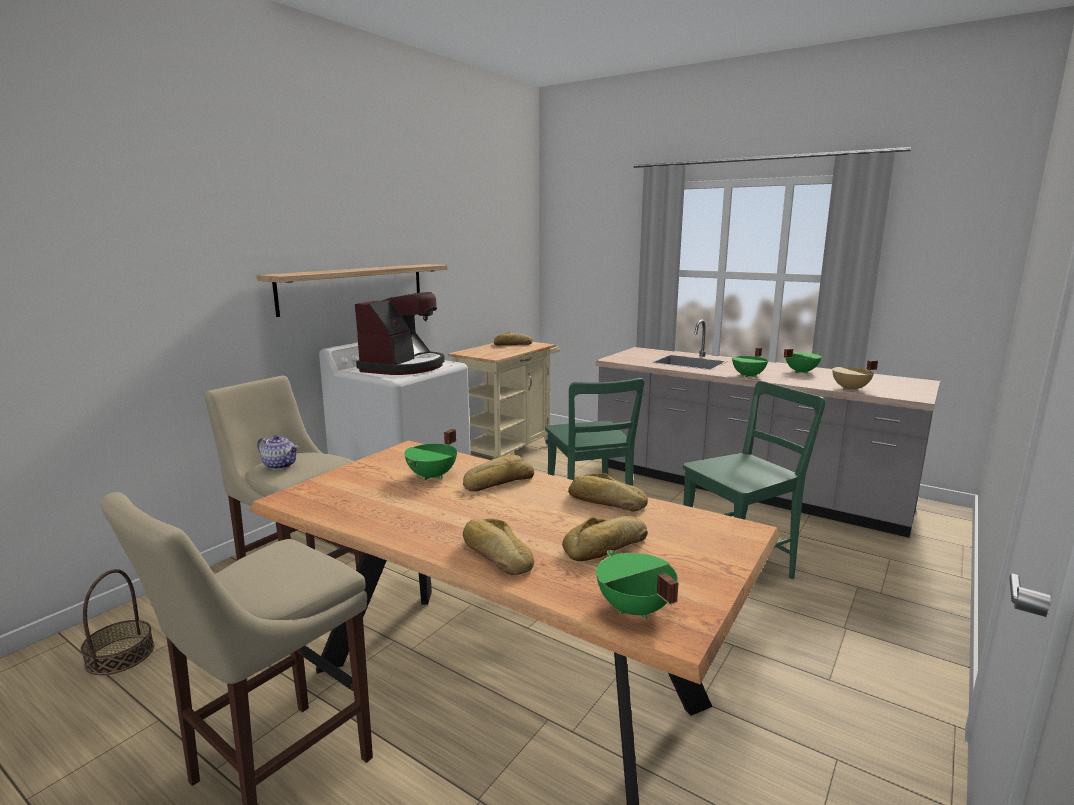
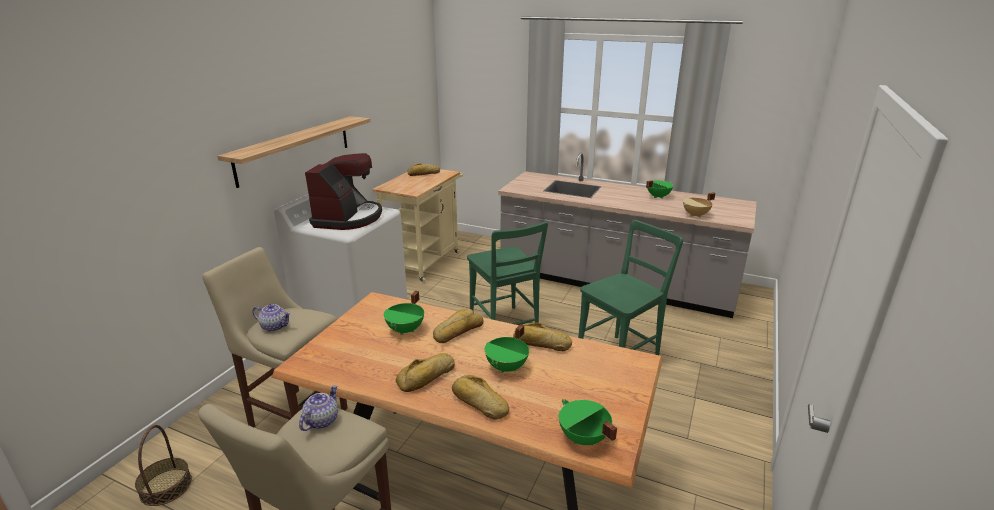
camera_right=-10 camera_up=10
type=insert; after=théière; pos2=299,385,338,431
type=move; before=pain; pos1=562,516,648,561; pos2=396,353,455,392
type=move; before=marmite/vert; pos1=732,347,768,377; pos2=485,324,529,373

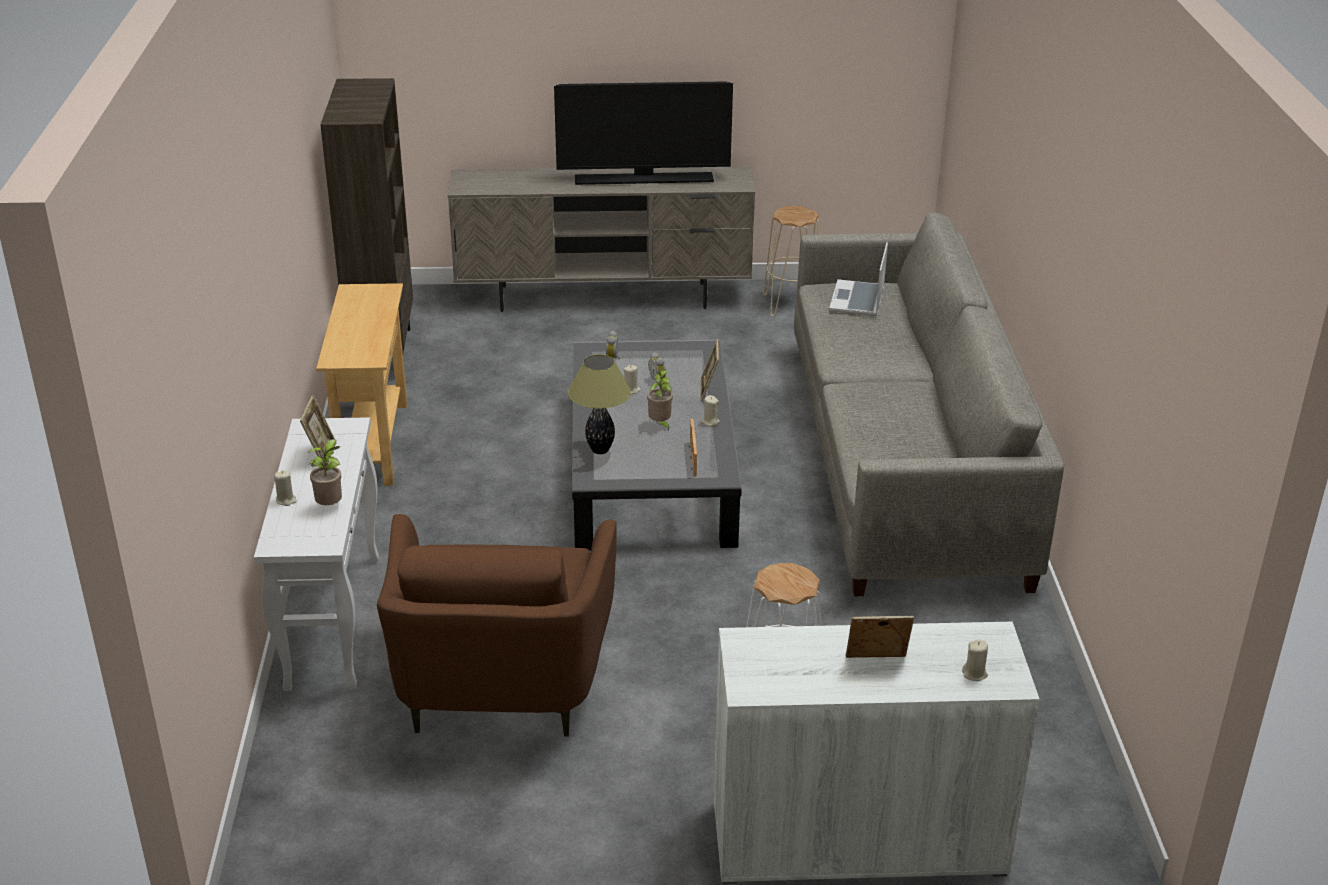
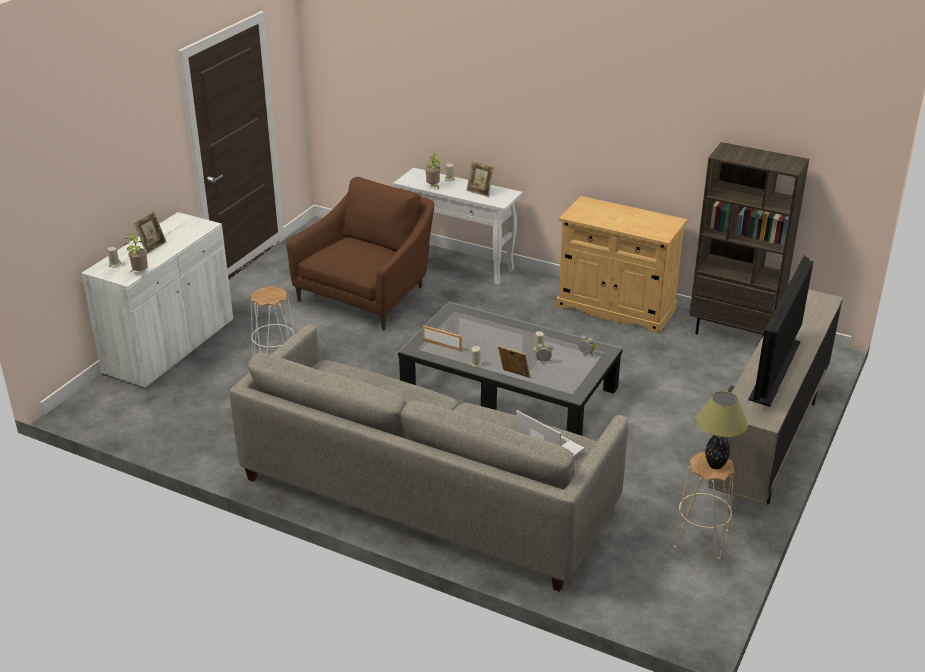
camera_right=120 camera_up=0
type=move; before=plante en pot; pos1=647,370,673,431; pos2=125,234,148,272
type=rotate; before=fauteuil/marron; pos1=377,514,617,737; pos2=286,177,434,331; turn=90
type=replace; before=table console/beige; after=meuble de rangement/beige; pos1=316,283,407,486; pos2=556,196,687,333
type=move; before=lampe de table; pos1=568,354,631,454; pos2=696,391,748,469

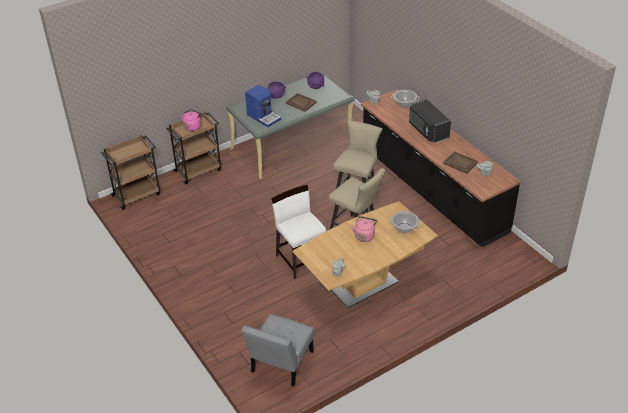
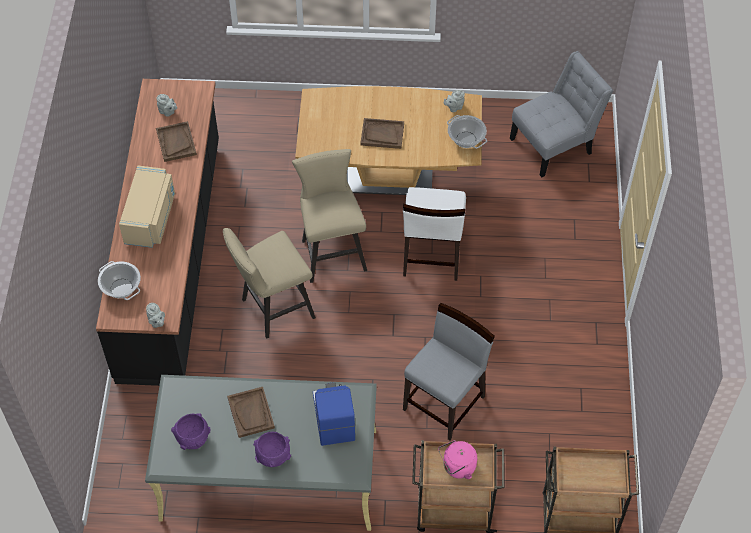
camera_right=-145 camera_up=15
type=recolor; before=micro-ondes/noir; after=micro-ondes/beige; pos1=409,99,451,143; pos2=119,166,175,248
type=replace; before=bouilloire/rose; after=plateau/marron; pos1=351,216,377,242; pos2=360,118,404,149
type=insert; after=chaise/gris; pos2=403,303,495,440
type=move; before=marmite; pos1=389,211,422,233; pos2=447,115,487,149

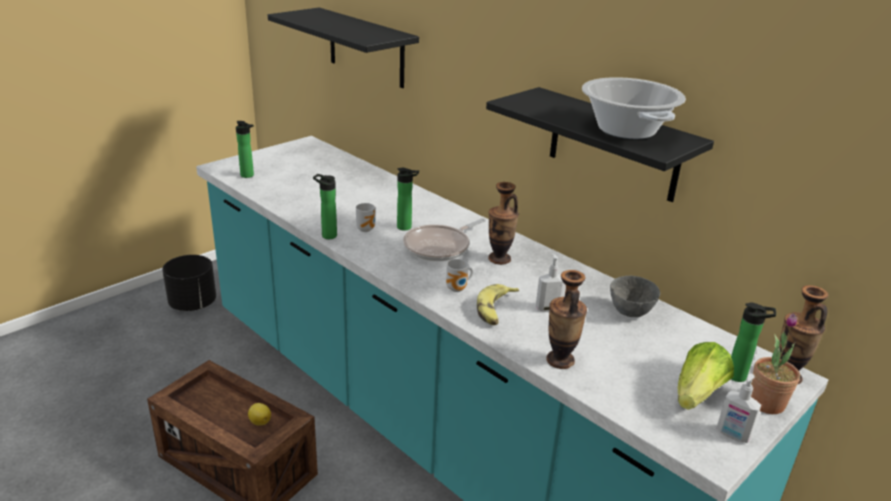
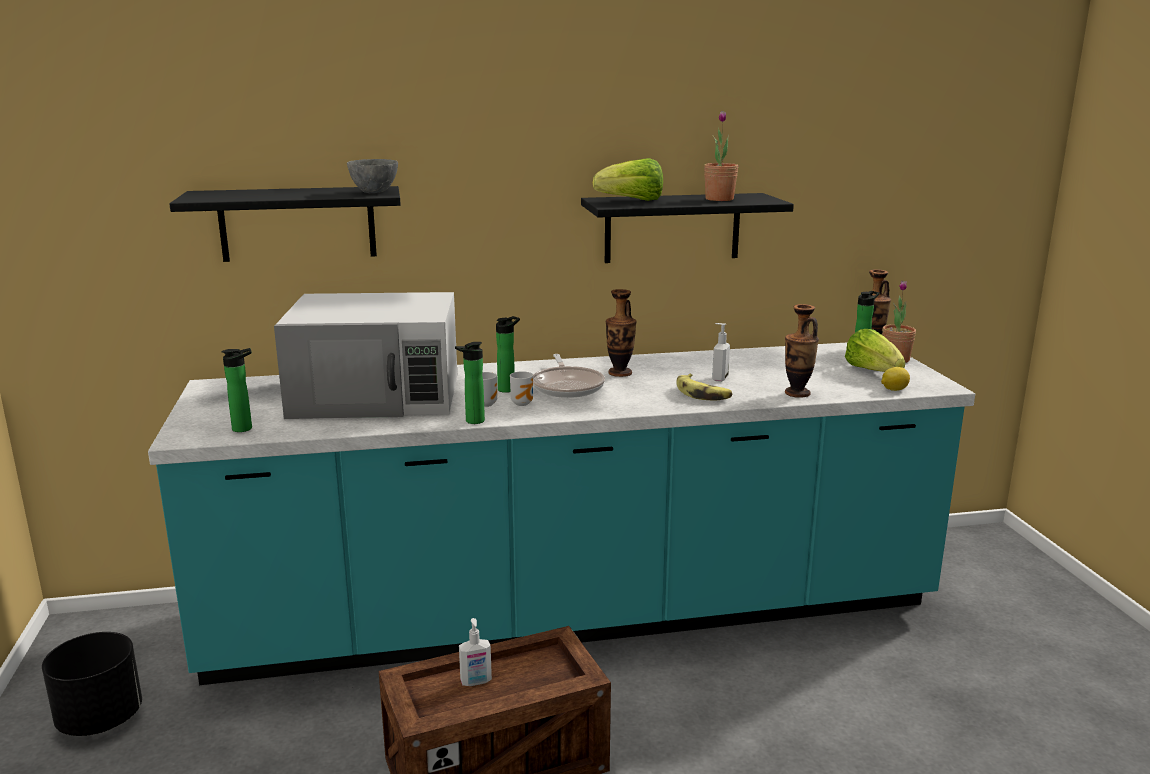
camera_right=-55 camera_up=-10
type=insert; after=micro-ondes/blanc; pos2=274,292,457,419
type=move; before=bol/gris; pos1=610,276,660,317; pos2=347,159,398,193
type=move; before=distributeur de savon; pos1=716,373,761,443; pos2=459,618,492,686
type=move; before=mug; pos1=446,259,473,292; pos2=510,371,533,406
type=insert; after=laitue; pos2=593,158,663,201
type=replace; before=marmite; after=plante en pot; pos1=582,77,686,139; pos2=704,111,738,201
type=move; before=citron; pos1=248,403,271,425; pos2=881,367,910,391

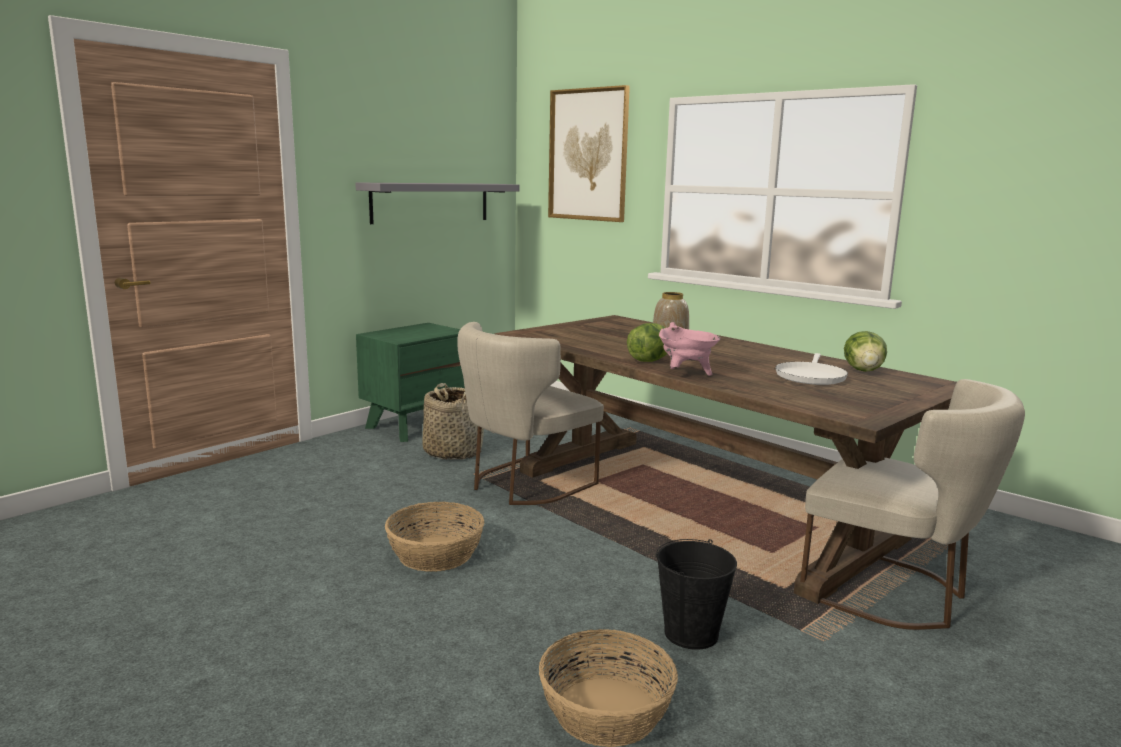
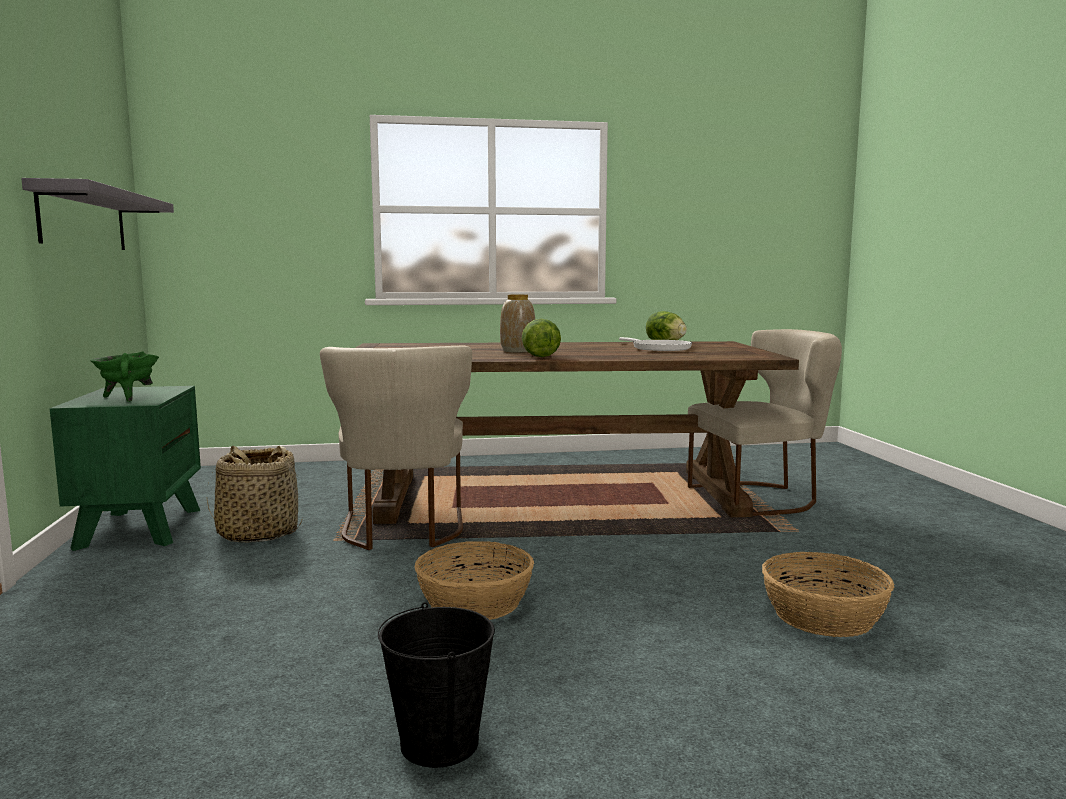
camera_right=-50 camera_up=-5
type=insert; after=marmite/vert; pos2=91,352,159,402
type=move; before=seau/noir; pos1=656,539,737,650; pos2=378,602,495,768
type=delete; before=tableau; pos1=548,85,630,222
type=delete; before=marmite/rose; pos1=659,322,720,376

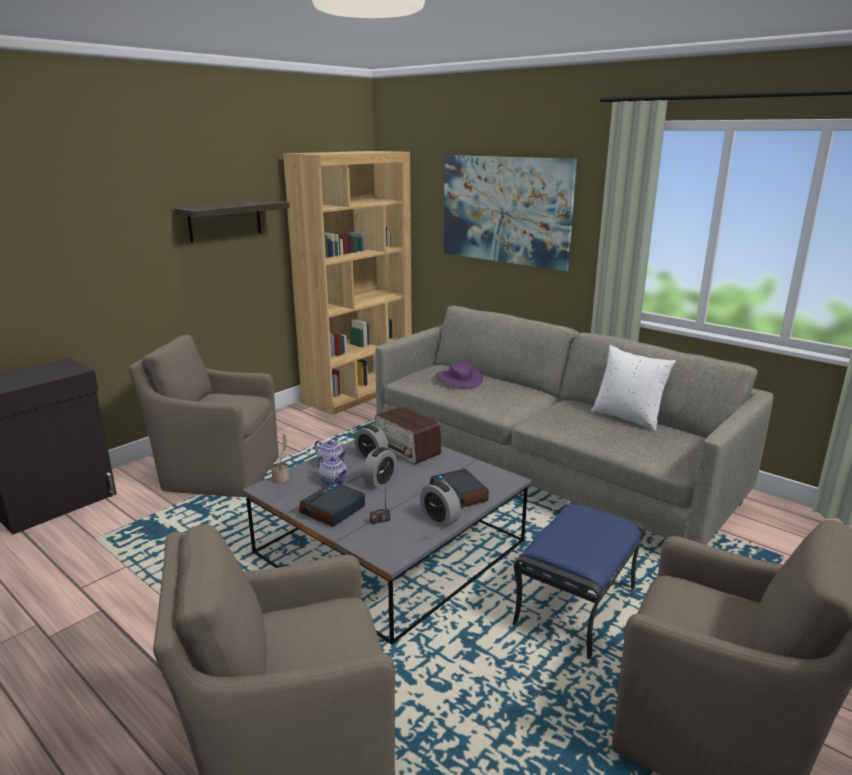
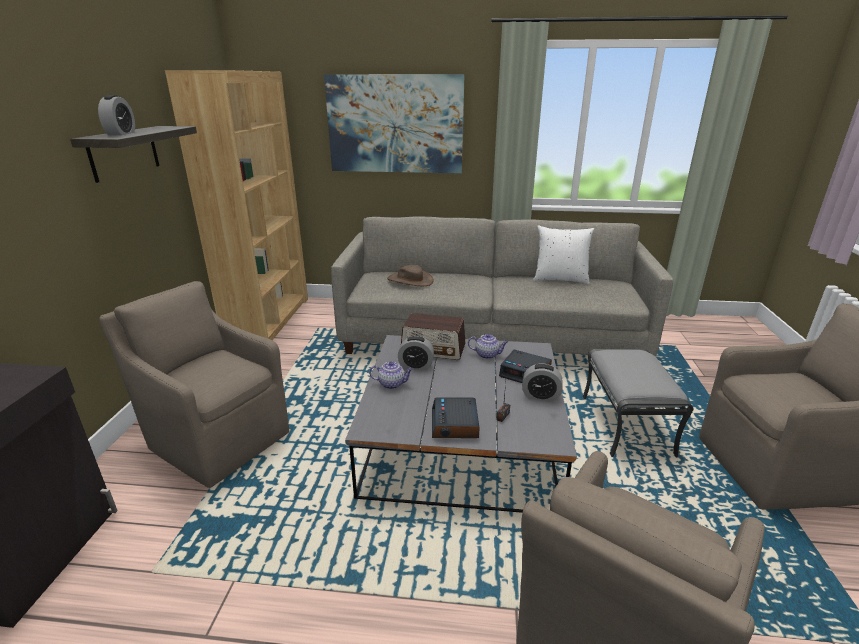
camera_right=-35 camera_up=5
type=move; before=réveil; pos1=362,447,397,489; pos2=98,95,135,135
type=rotate; before=fauteuil/marron; pos1=128,335,279,497; pos2=99,281,289,488; turn=60
type=recolor; before=chapeau/violet; after=chapeau/marron; pos1=436,363,483,389; pos2=387,265,433,286
type=move; before=théière; pos1=319,455,347,485; pos2=468,334,508,359
type=recolor; before=pouf/bleu; after=pouf/gris; pos1=512,502,646,659; pos2=583,349,693,457
type=delete; before=plante en pot; pos1=271,434,289,483

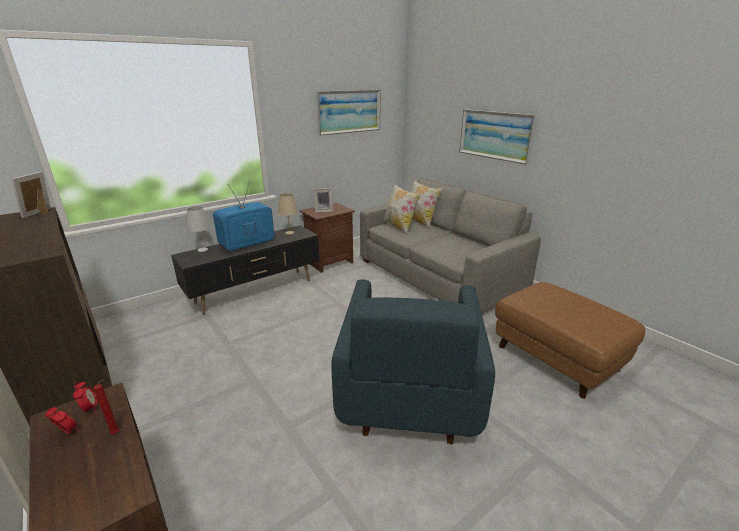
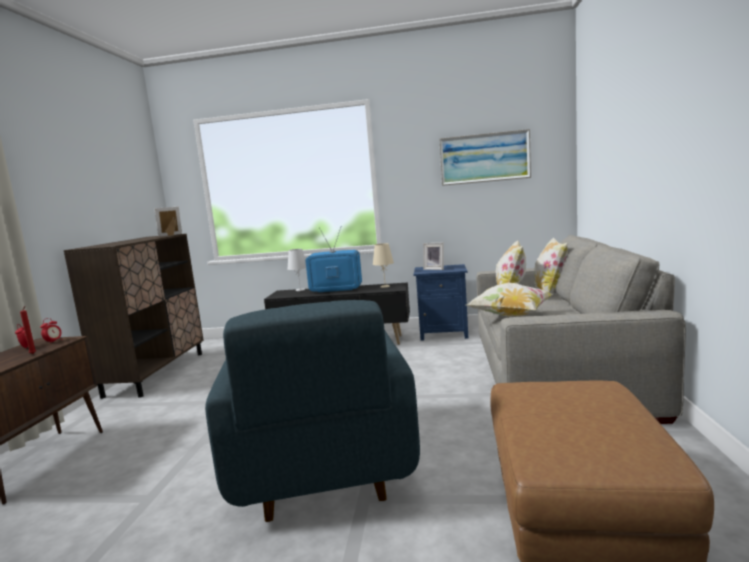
camera_right=45 camera_up=-15
type=rotate; before=fauteuil/bleu; pos1=331,279,495,444; pos2=205,300,420,522; turn=-60
type=recolor; before=table de chevet/marron; after=table de chevet/bleu; pos1=299,203,355,273; pos2=414,264,468,341
type=insert; after=coussin; pos2=467,283,553,317
type=delete; before=tableau; pos1=459,109,537,165

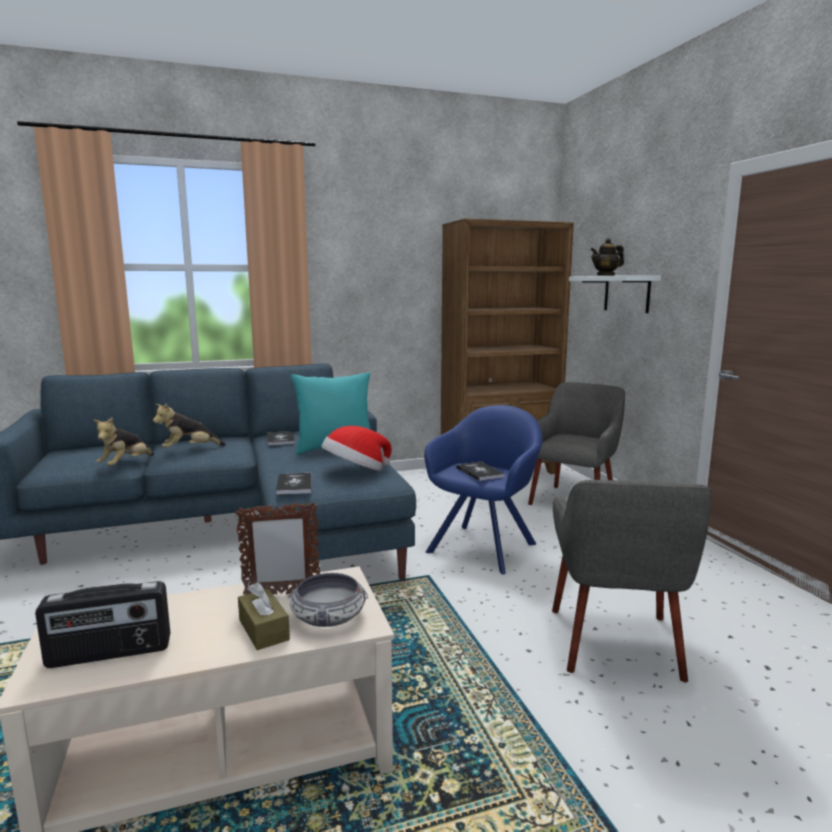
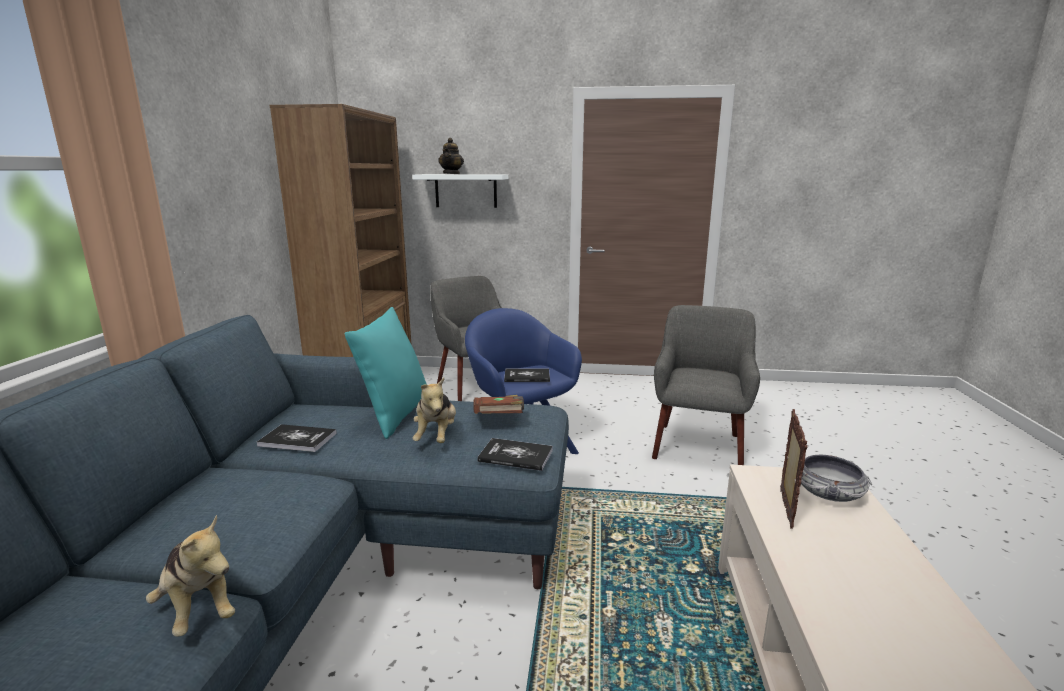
camera_right=-65 camera_up=5
type=move; before=peluche; pos1=153,403,226,448; pos2=413,378,456,443
type=replace; before=chapeau; after=livre/marron; pos1=322,426,391,471; pos2=473,395,524,414
type=rotate; before=fauteuil/gris; pos1=552,480,712,682; pos2=652,305,760,465; turn=-105
type=delete; before=radio; pos1=35,581,170,668
type=delete; before=boîte à mouchoirs/marron; pos1=238,582,290,650

